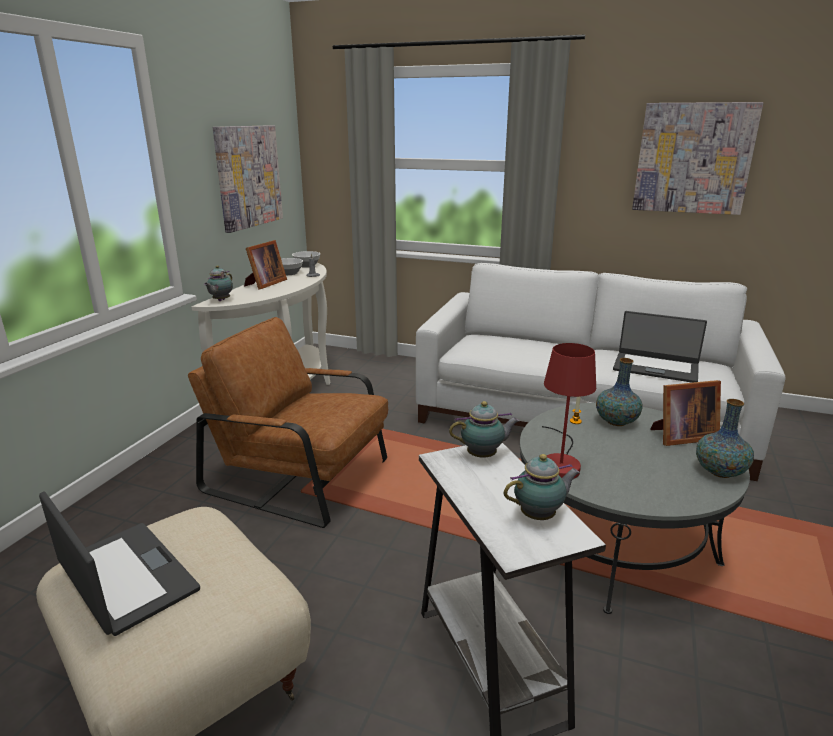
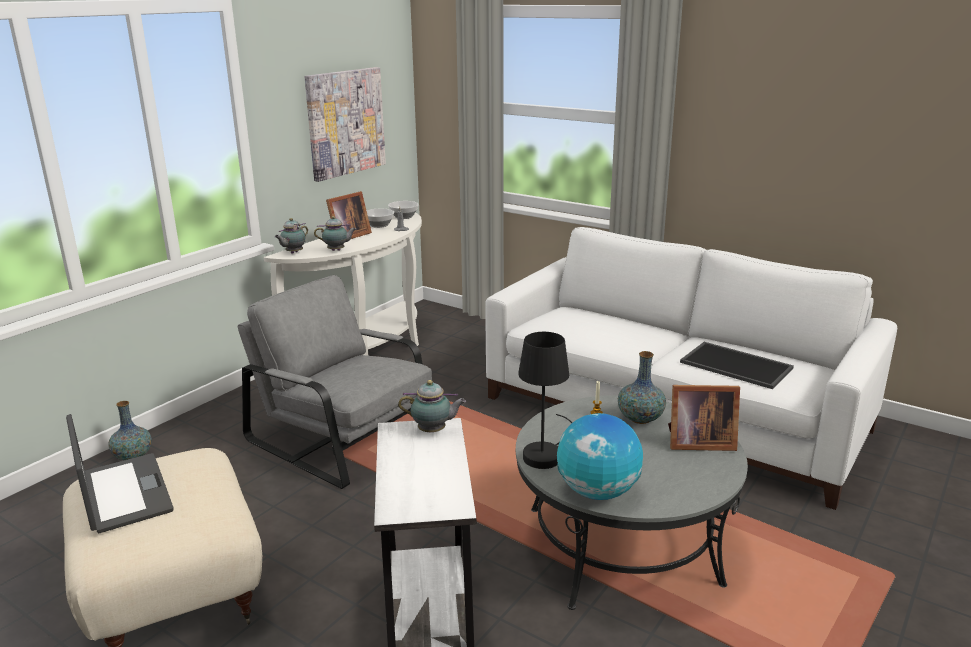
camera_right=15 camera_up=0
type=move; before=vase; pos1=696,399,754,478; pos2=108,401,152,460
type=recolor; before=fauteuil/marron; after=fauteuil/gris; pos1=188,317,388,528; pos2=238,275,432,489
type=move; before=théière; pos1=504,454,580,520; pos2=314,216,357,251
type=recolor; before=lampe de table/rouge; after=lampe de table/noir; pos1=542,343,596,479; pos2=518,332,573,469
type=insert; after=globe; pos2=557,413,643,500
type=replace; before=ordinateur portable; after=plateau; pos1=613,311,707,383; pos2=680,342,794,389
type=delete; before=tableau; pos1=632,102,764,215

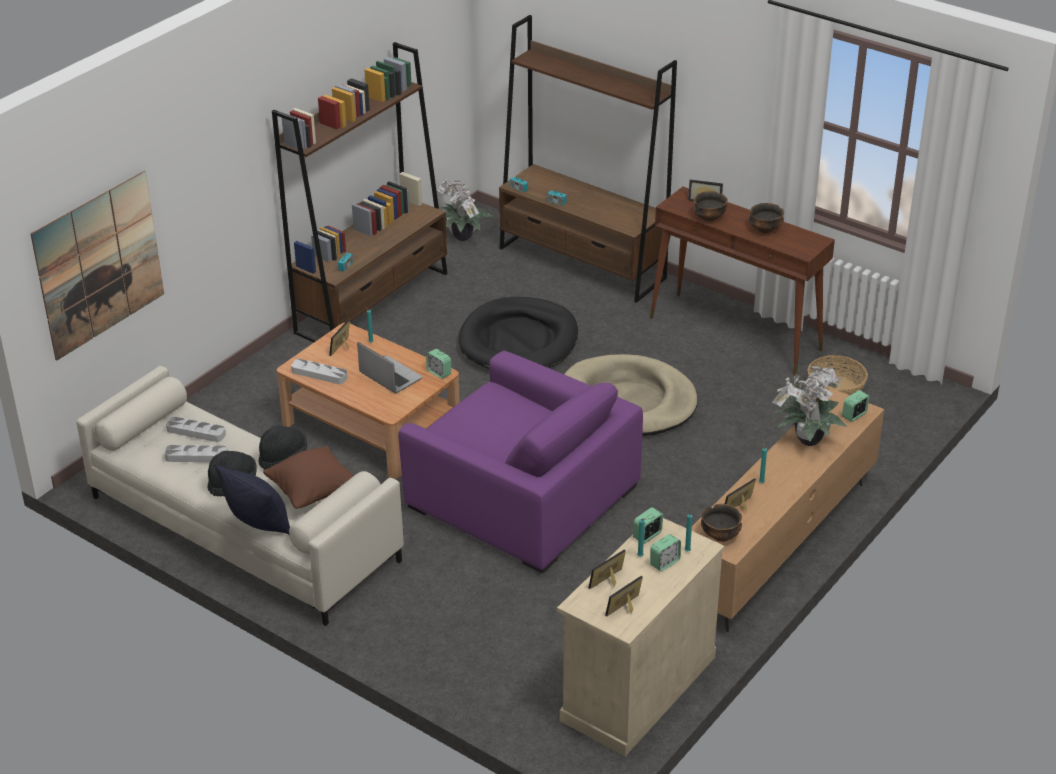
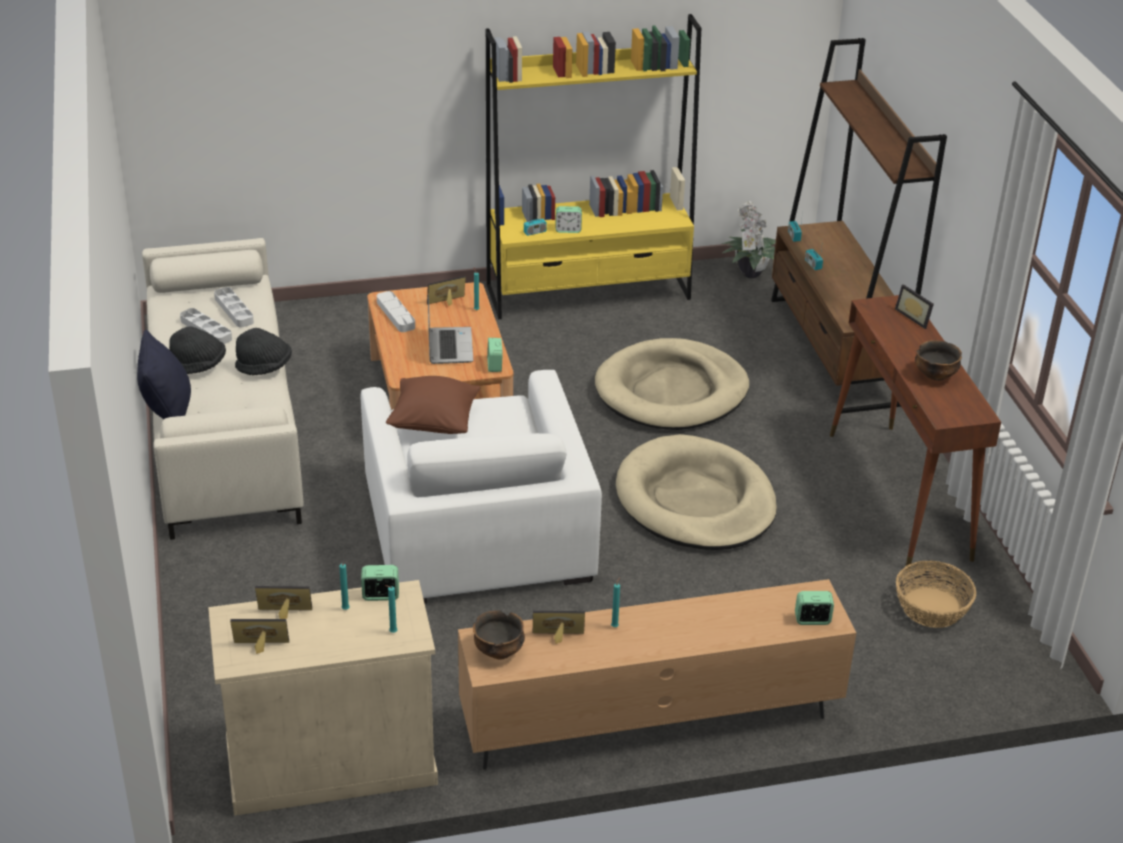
camera_right=40 camera_up=0
type=recolor; before=fauteuil/violet; after=fauteuil/blanc; pos1=398,351,643,573; pos2=360,370,602,604
type=move; before=coussin/marron; pos1=263,446,353,509; pos2=386,376,480,434
type=recolor; before=bibliothèque/marron; after=bibliothèque/jaune; pos1=272,42,448,342; pos2=486,14,701,319
type=move; before=réveil; pos1=650,534,681,571; pos2=555,206,582,233
type=recolor; before=panier pour chien/noir; after=panier pour chien/beige; pos1=458,297,578,369; pos2=595,338,749,430
type=delete; before=tableau; pos1=30,171,164,361
type=delete; before=bol; pos1=693,191,728,222
type=delete; before=plante en pot; pos1=772,366,847,446

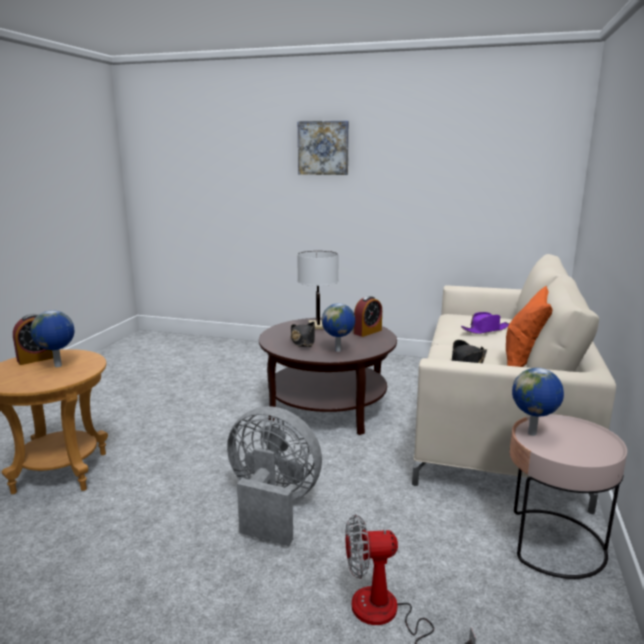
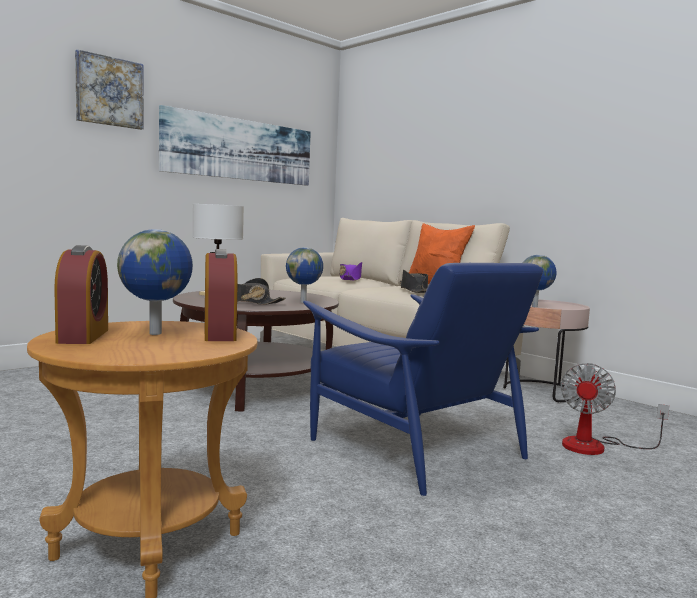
camera_right=-60 camera_up=-10
type=insert; after=tableau; pos2=159,105,311,186
type=move; before=réveil; pos1=354,296,382,337; pos2=205,249,237,341
type=replace; before=ventilateur/gris; after=fauteuil/bleu; pos1=227,406,322,546; pos2=303,263,543,496

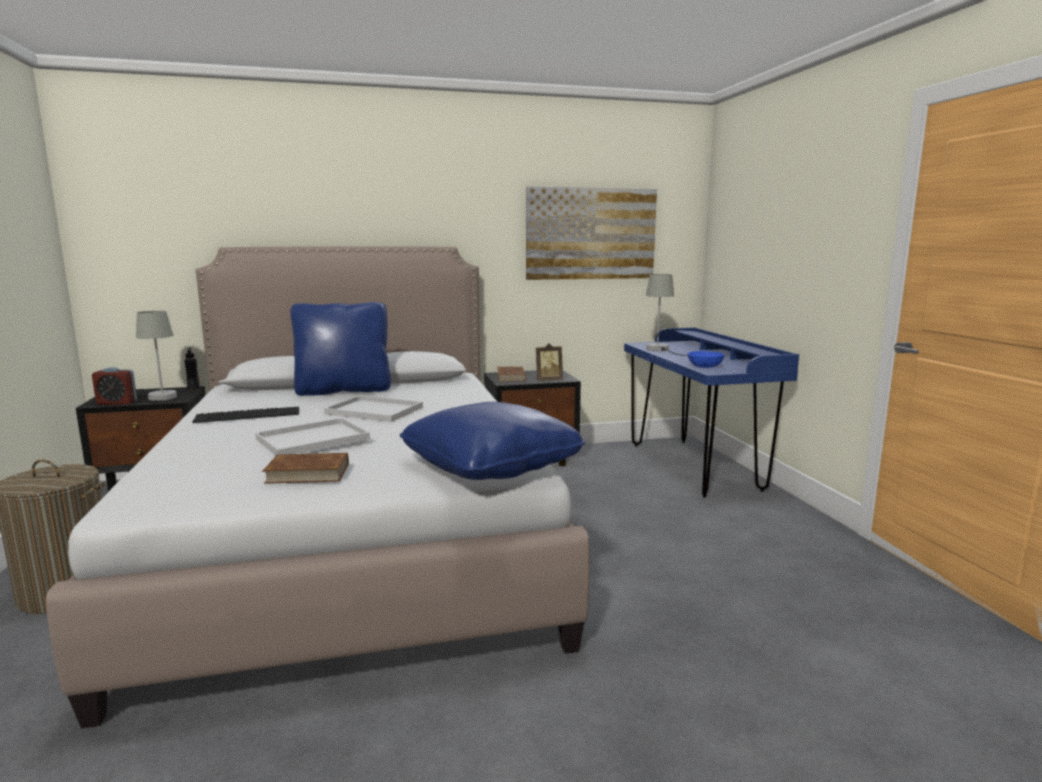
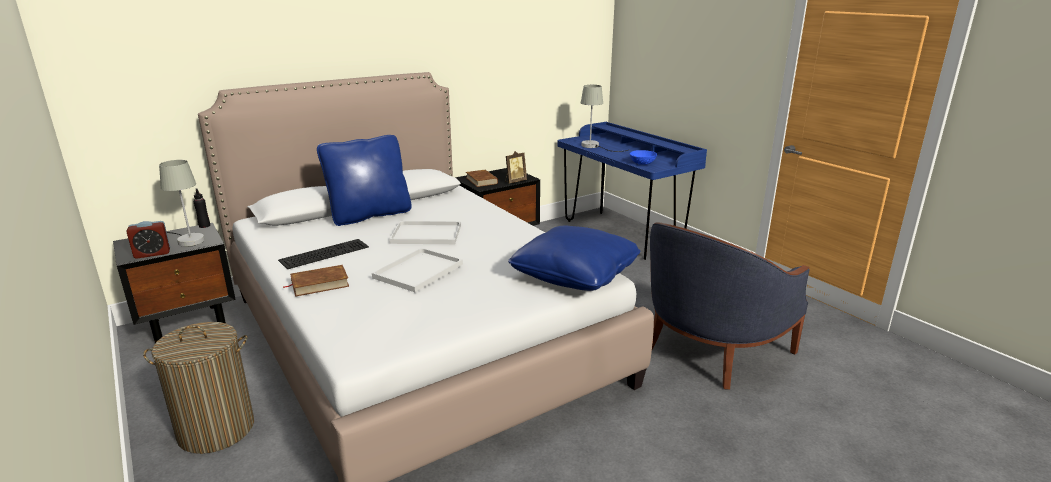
camera_right=-20 camera_up=10
type=move; before=livre/marron; pos1=261,453,349,484; pos2=283,265,349,297
type=insert; after=fauteuil/bleu; pos2=650,222,810,390
type=delete; before=tableau; pos1=526,186,657,280

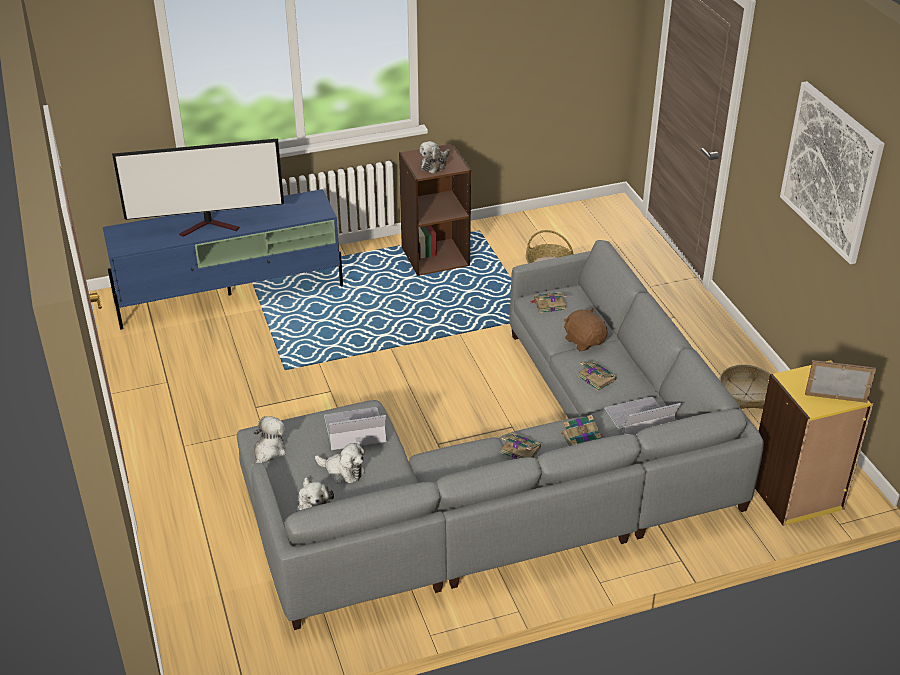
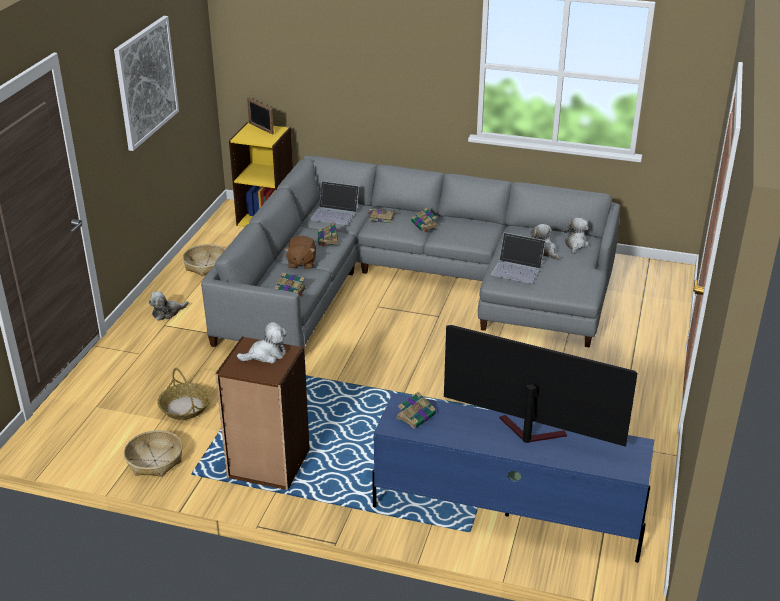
camera_right=-145 camera_up=-5
type=insert; after=panier; pos2=124,430,182,477
type=move; before=peluche; pos1=252,416,286,465; pos2=149,291,189,321
type=insert; after=livre; pos2=396,391,436,429

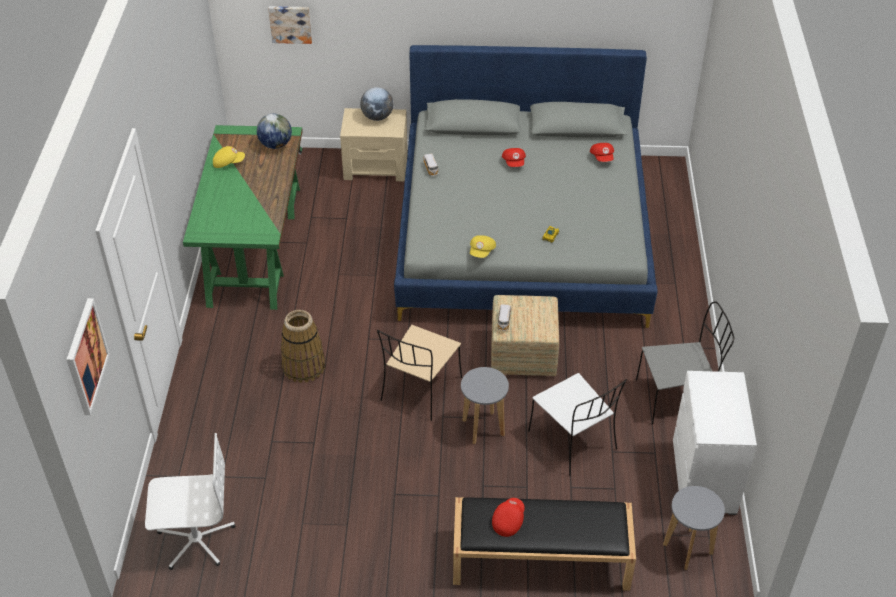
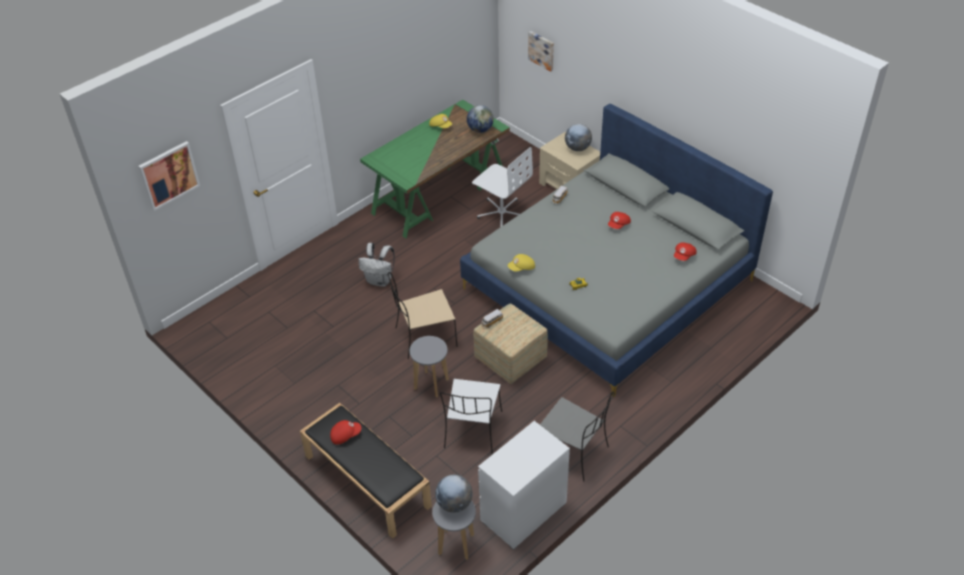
camera_right=45 camera_up=0
type=replace; before=panier; after=sac à dos/blanc; pos1=281,310,325,383; pos2=359,243,395,287
type=insert; after=globe; pos2=435,475,473,513
type=move; before=chaise de bureau/blanc; pos1=145,433,236,570; pos2=472,147,533,227

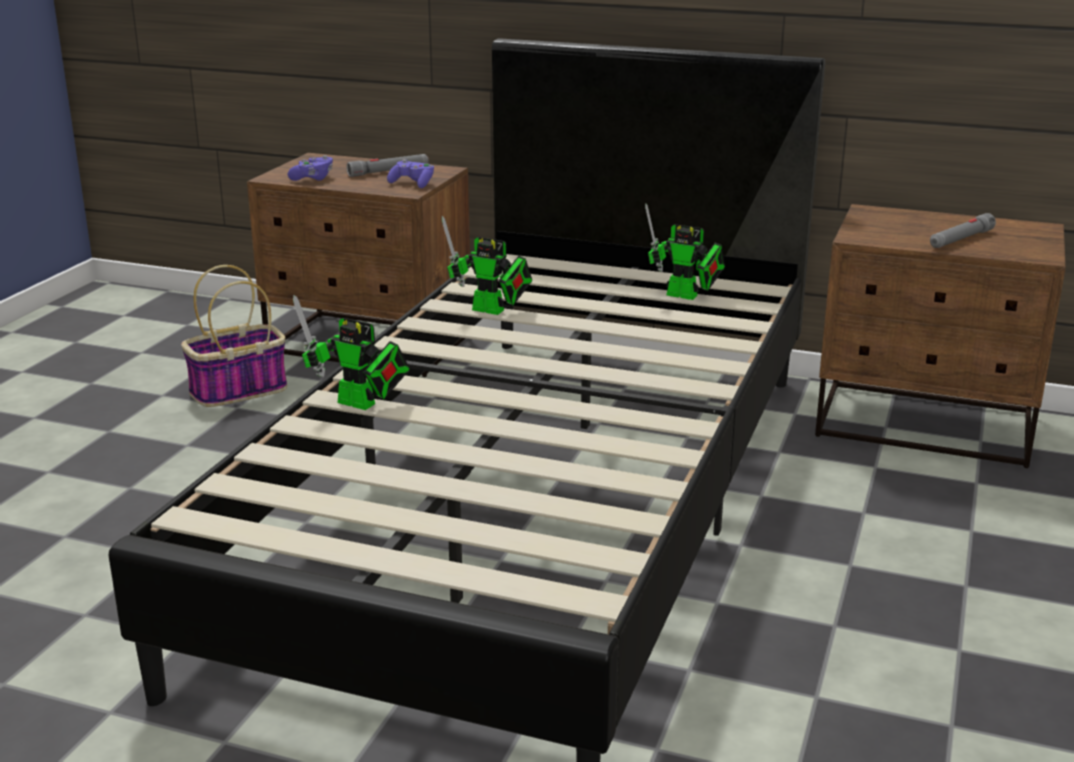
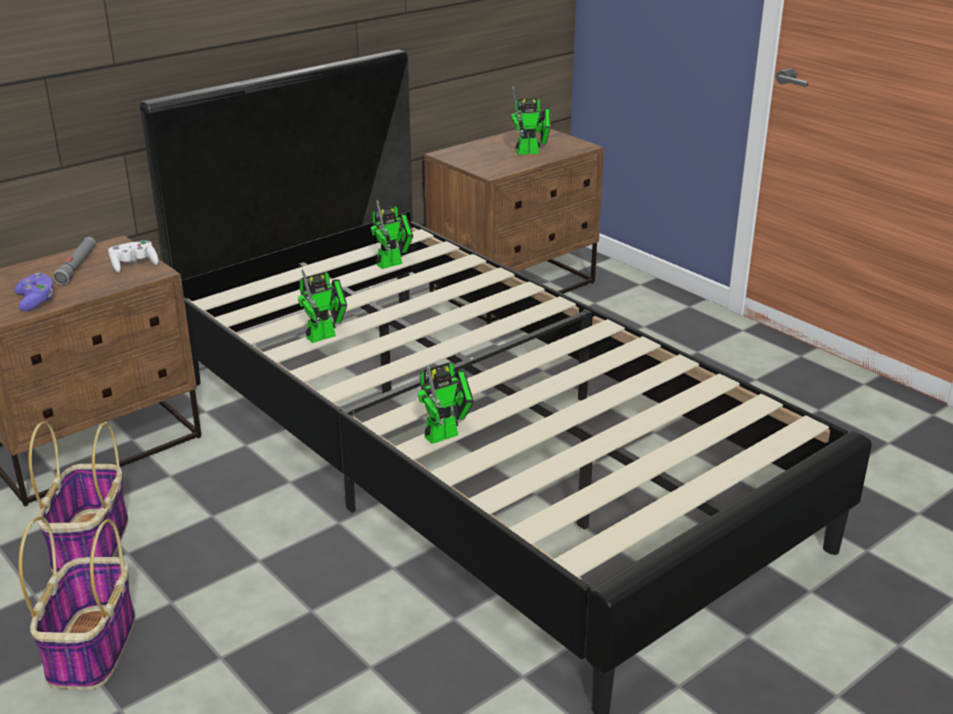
camera_right=-60 camera_up=5
type=insert; after=panier; pos2=18,516,136,690
type=recolor; before=manette/violet; after=manette/blanc; pos1=387,159,434,188; pos2=108,240,159,273
type=replace; before=lampe de poche/gris; after=robot jouet; pos1=930,213,996,248; pos2=511,86,551,155

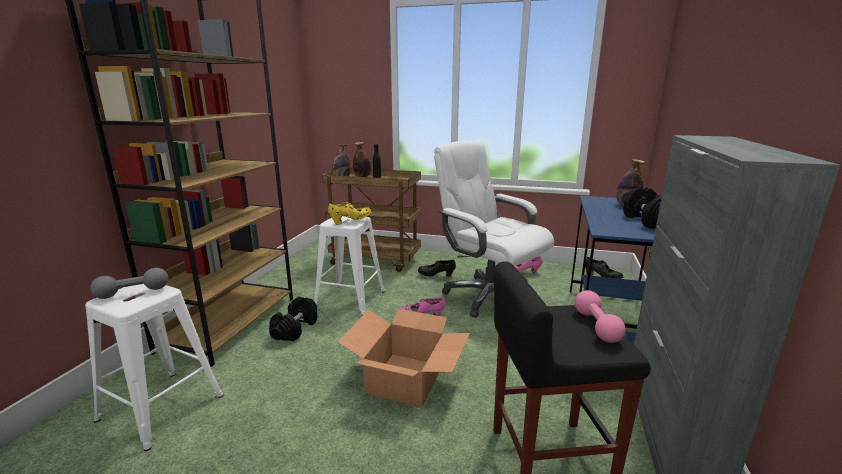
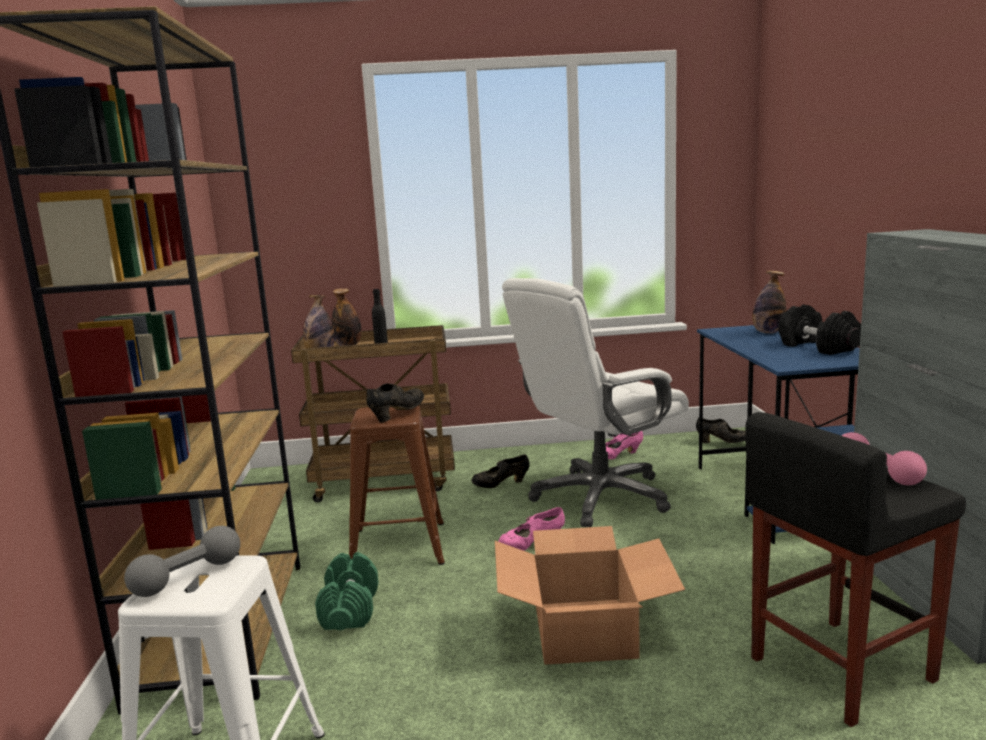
camera_right=-20 camera_up=-5
type=recolor; before=haltère/noir; after=haltère/vert; pos1=269,297,317,341; pos2=315,552,379,630
type=recolor; before=tabouret/blanc; after=tabouret/marron; pos1=314,216,385,316; pos2=349,405,445,565
type=recolor; before=chaussure/jaune; after=chaussure/noir; pos1=328,202,372,225; pos2=366,383,424,423
type=rotate; before=chaise de bureau/blanc; pos1=434,141,554,318; pos2=502,278,689,527; turn=-60

